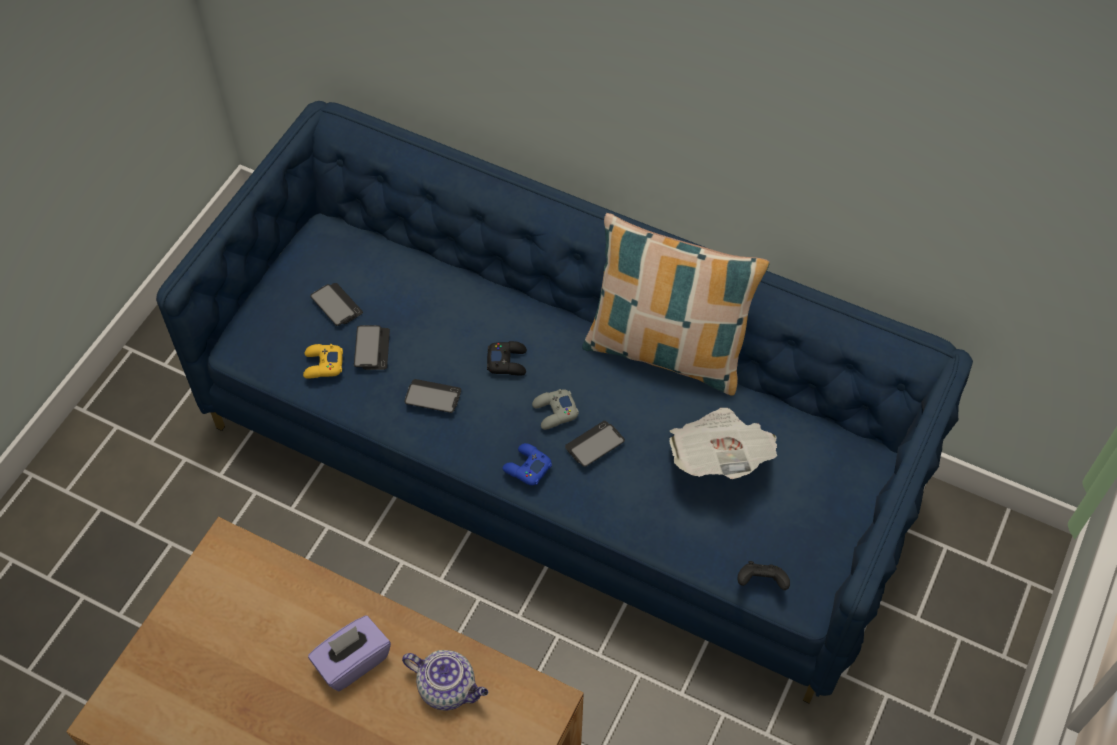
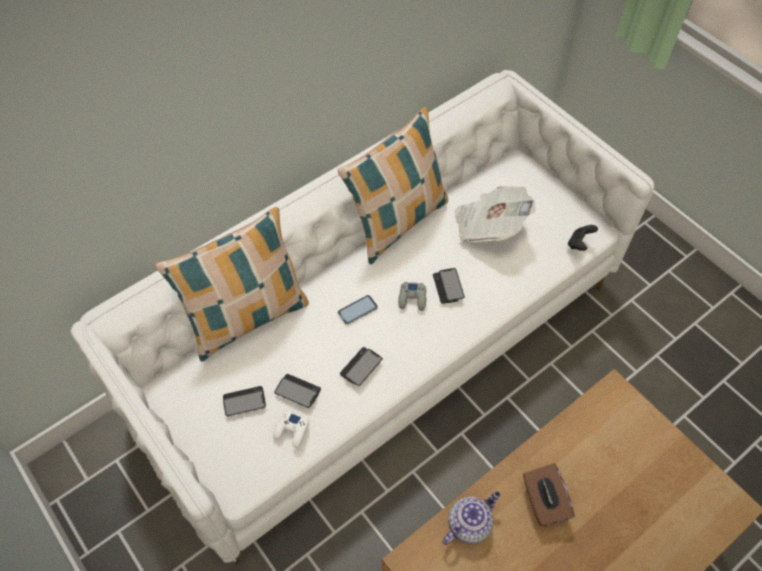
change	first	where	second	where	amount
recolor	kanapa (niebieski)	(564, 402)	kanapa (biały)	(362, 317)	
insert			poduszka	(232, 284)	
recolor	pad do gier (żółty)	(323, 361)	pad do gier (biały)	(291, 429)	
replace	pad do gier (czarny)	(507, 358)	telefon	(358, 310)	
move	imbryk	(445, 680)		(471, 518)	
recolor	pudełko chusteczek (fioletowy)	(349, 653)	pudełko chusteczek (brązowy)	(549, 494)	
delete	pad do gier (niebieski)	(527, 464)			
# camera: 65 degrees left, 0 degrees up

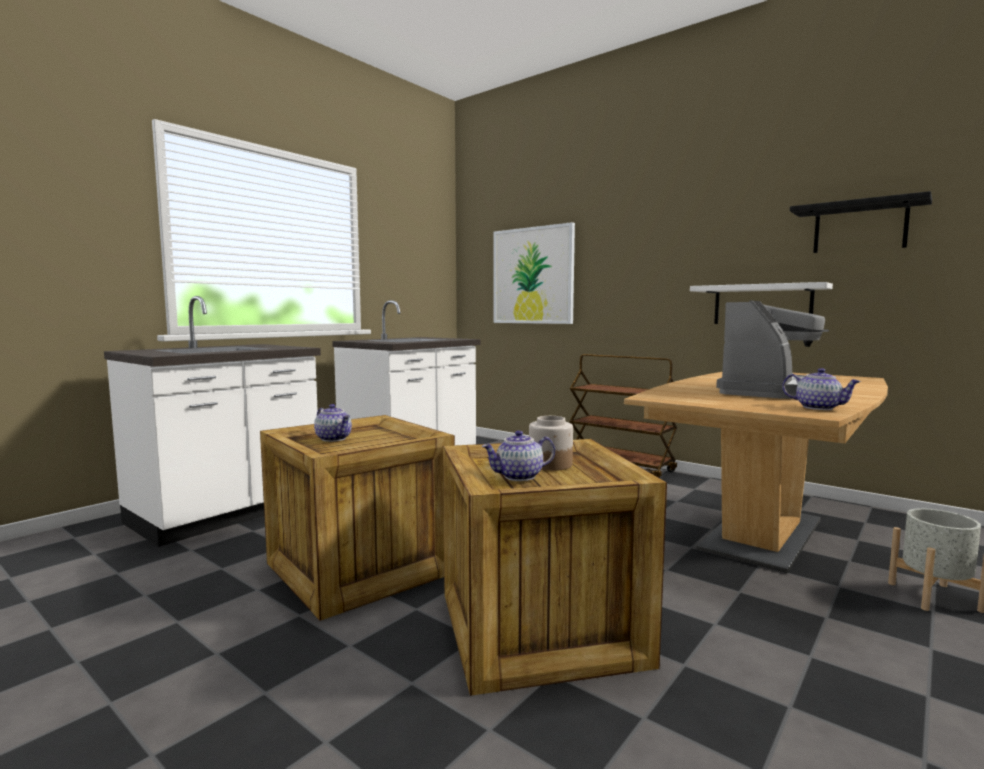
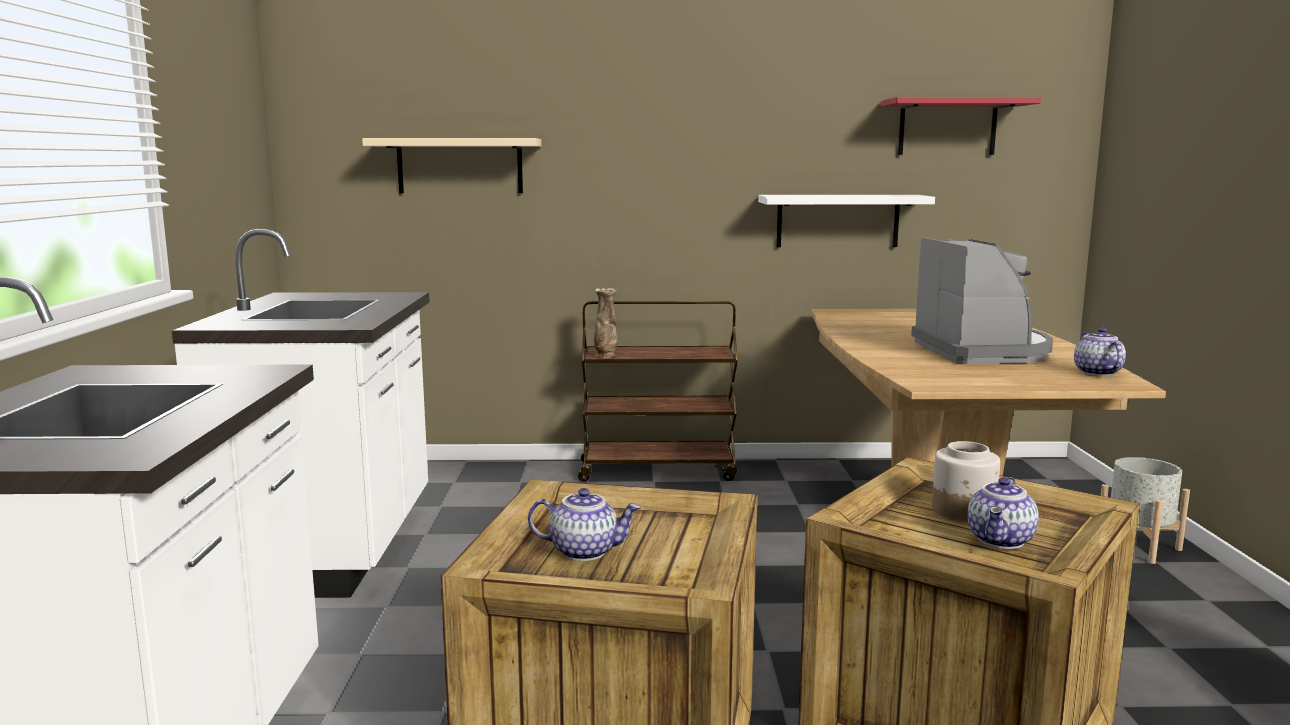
change	first	where	second	where	amount
replace	obraz	(534, 273)	półka (beżowy)	(451, 165)	
insert			wazon	(605, 323)	
recolor	półka (czarny)	(861, 222)	półka (czerwony)	(961, 126)	
rotate	imbryk	(821, 389)		(1100, 352)	90 degrees counterclockwise
# camera: 40 degrees left, 5 degrees up

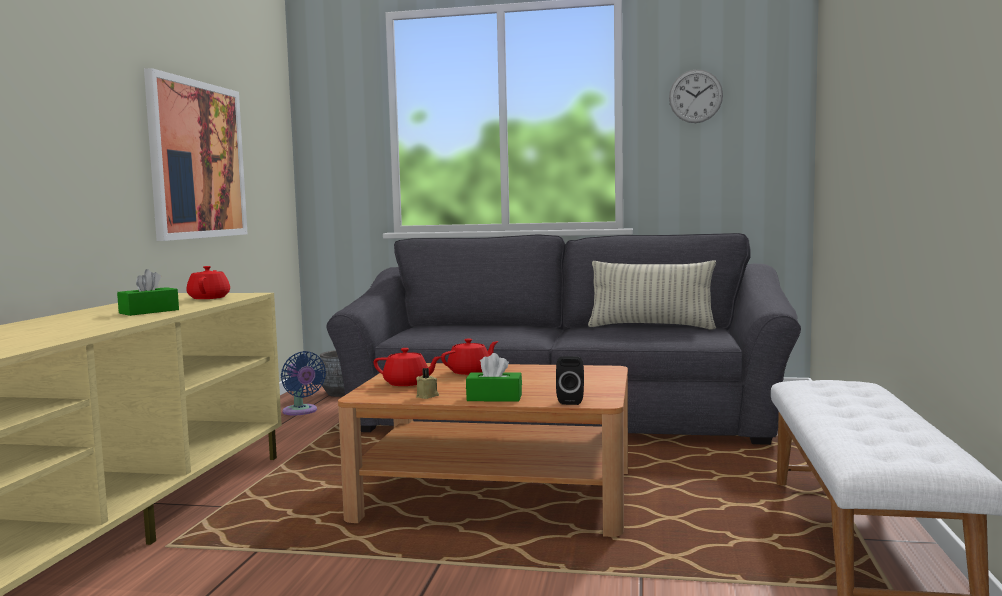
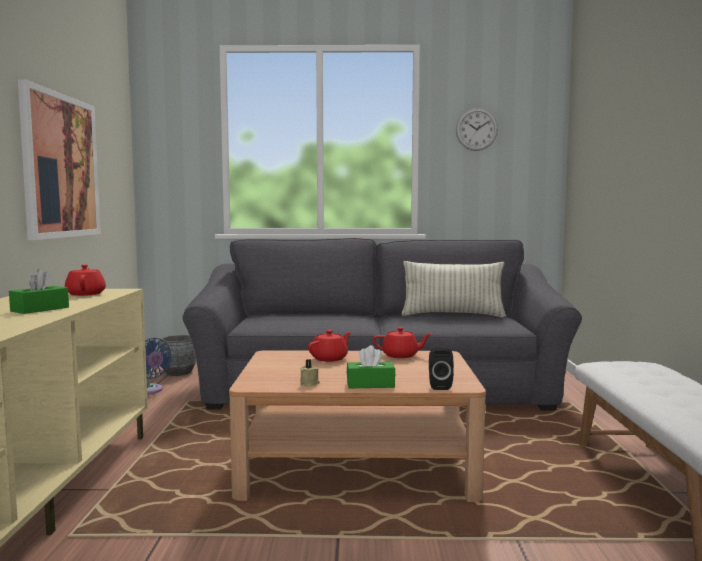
change	first	where	second	where	amount
move	imbryk (czerwony)	(407, 367)		(402, 342)	
# camera: 10 degrees left, 0 degrees up

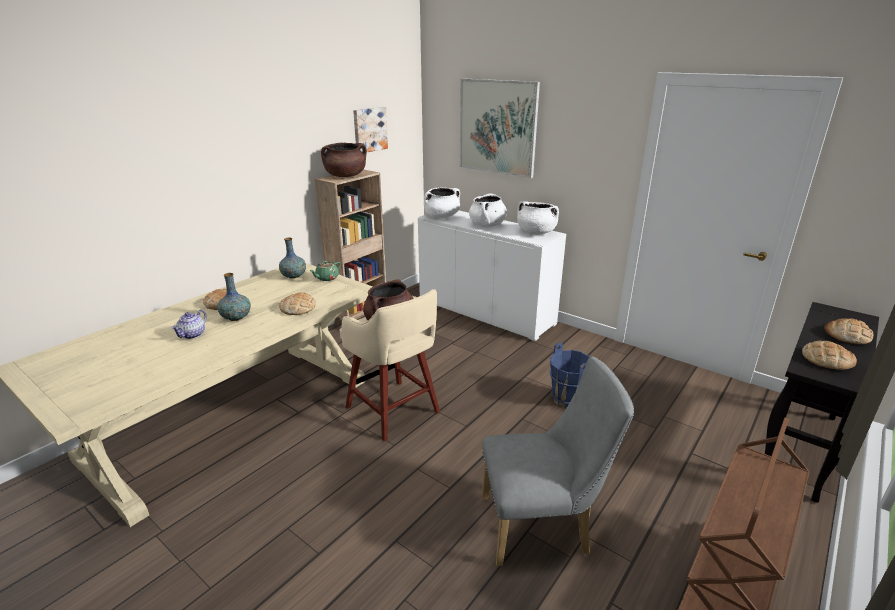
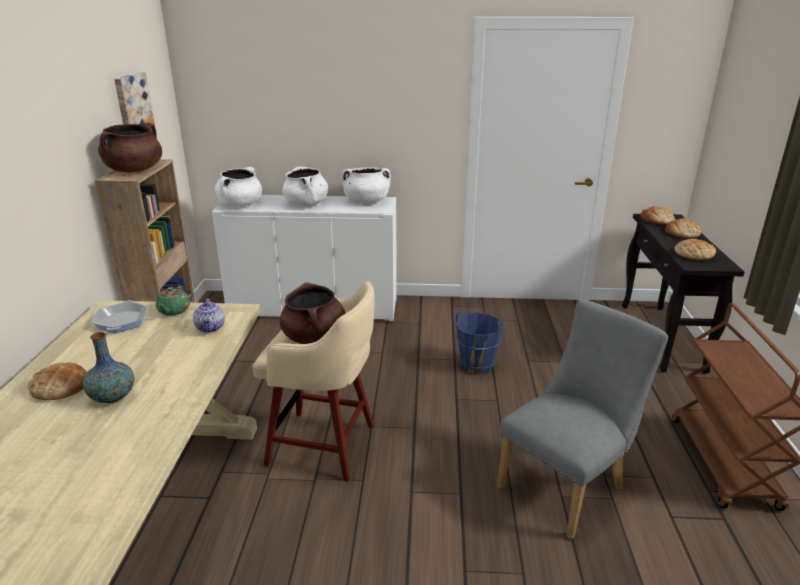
change	first	where	second	where	amount
replace	wazon	(292, 258)	patelnia	(120, 317)	
move	imbryk	(189, 324)		(209, 315)	
move	chleb	(297, 304)		(658, 215)	
delete	obraz	(500, 128)			
# camera: 35 degrees left, 0 degrees up

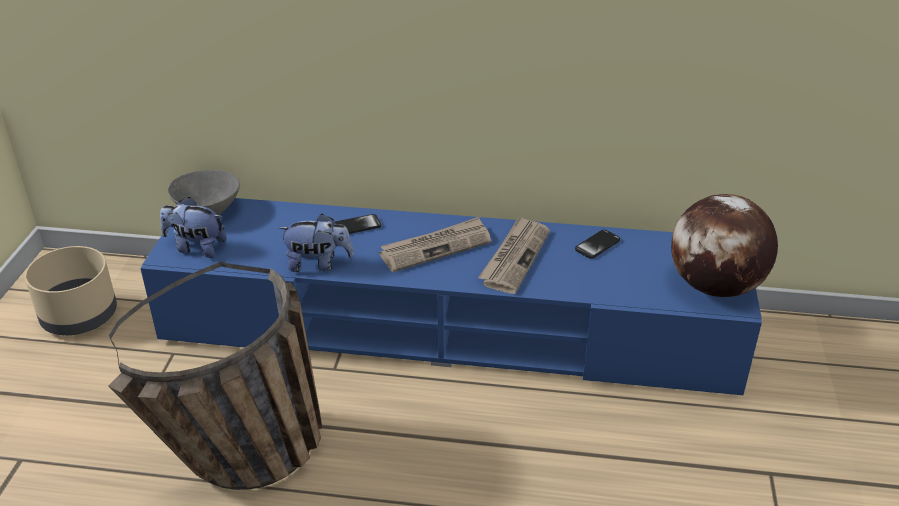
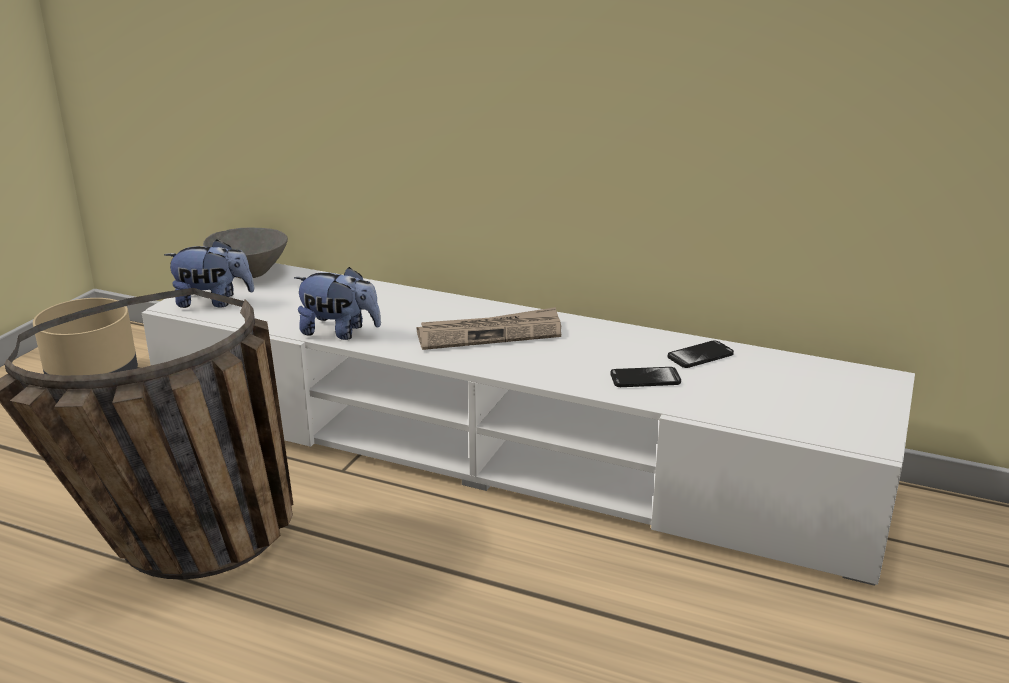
change	first	where	second	where	amount
recolor	szafka pod telewizor (niebieski)	(451, 296)	szafka pod telewizor (biały)	(528, 424)	
rotate	pluszak	(193, 227)		(209, 274)	150 degrees clockwise
move	telefon	(358, 224)		(645, 377)	
delete	gazeta	(514, 255)			
delete	globus	(724, 245)			
# camera: 15 degrees right, 10 degrees down

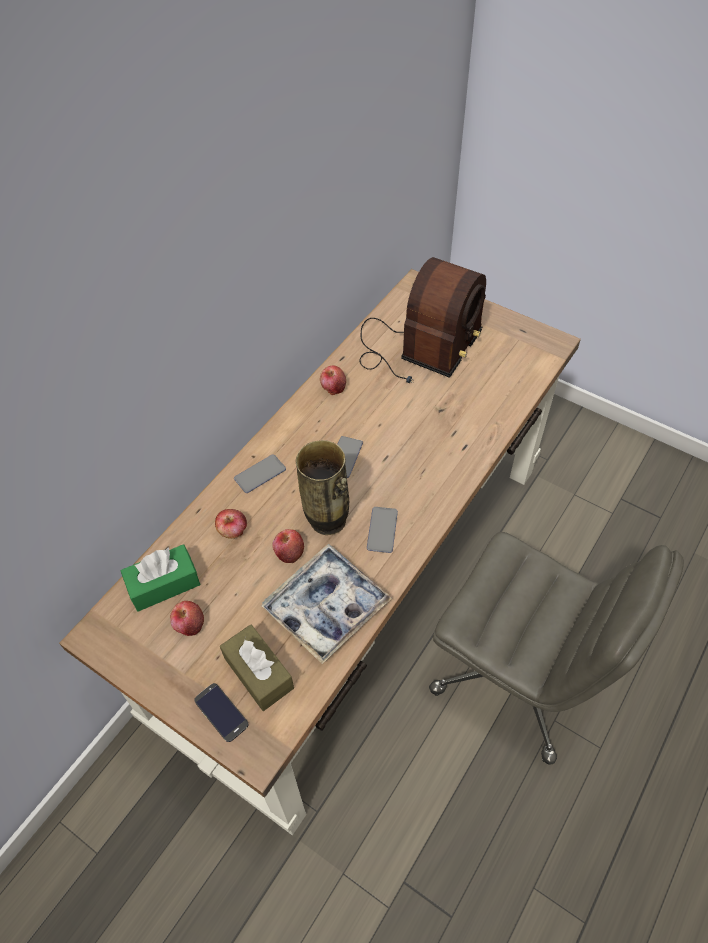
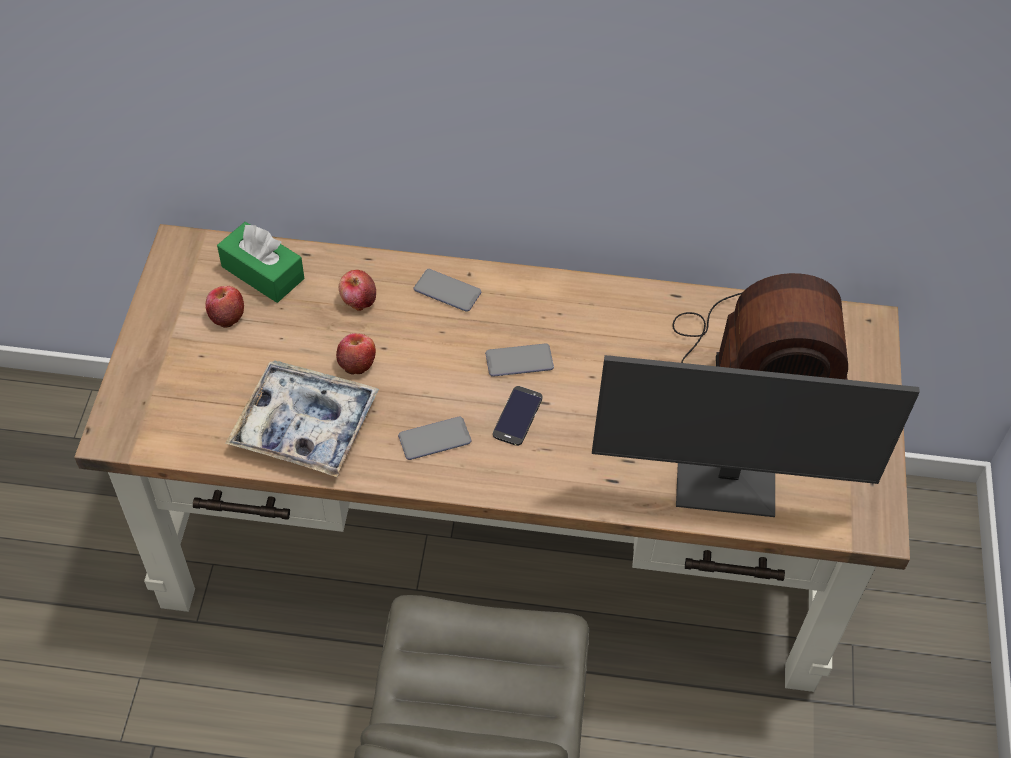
change	first	where	second	where	amount
move	telefon	(221, 712)		(518, 416)	
insert			monitor	(756, 436)	
delete	pudełko chusteczek (brązowy)	(257, 667)			
delete	wazon	(322, 487)			
delete	jabłko	(333, 380)			
# camera: 60 degrees right, 0 degrees up

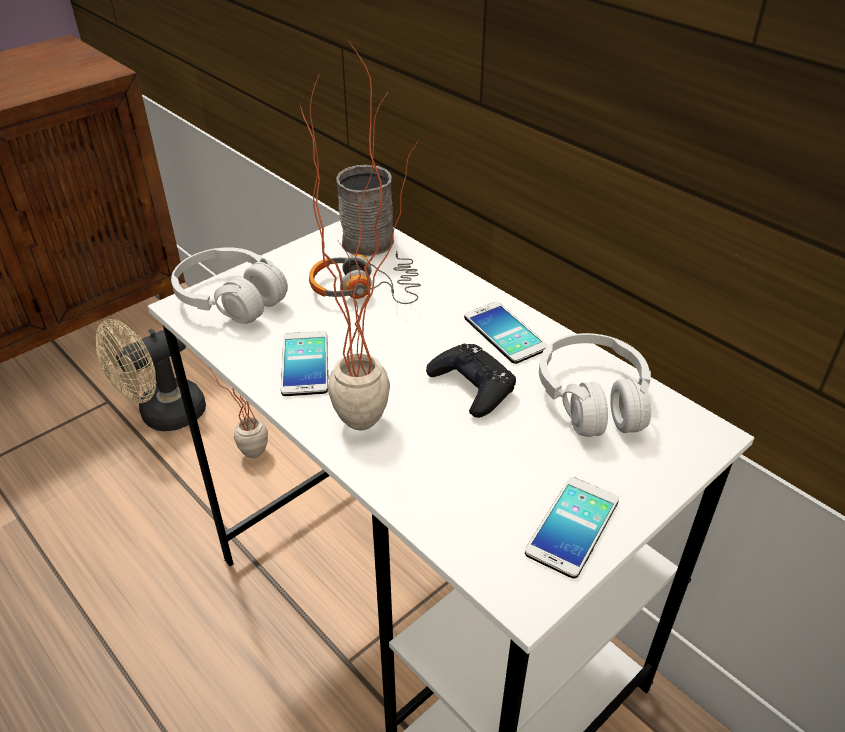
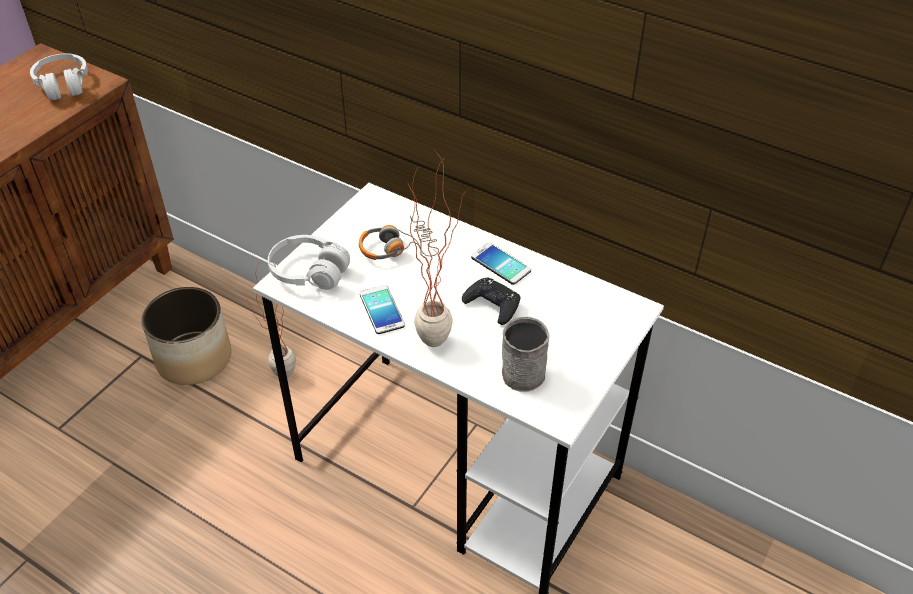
change	first	where	second	where	amount
move	słuchawki (biały)	(595, 385)		(59, 77)	
replace	wentylator (beżowy)	(151, 375)	donica	(186, 336)	
move	kubek (szary)	(365, 211)		(525, 354)	
delete	telefon	(572, 528)			
# camera: 15 degrees left, 5 degrees up

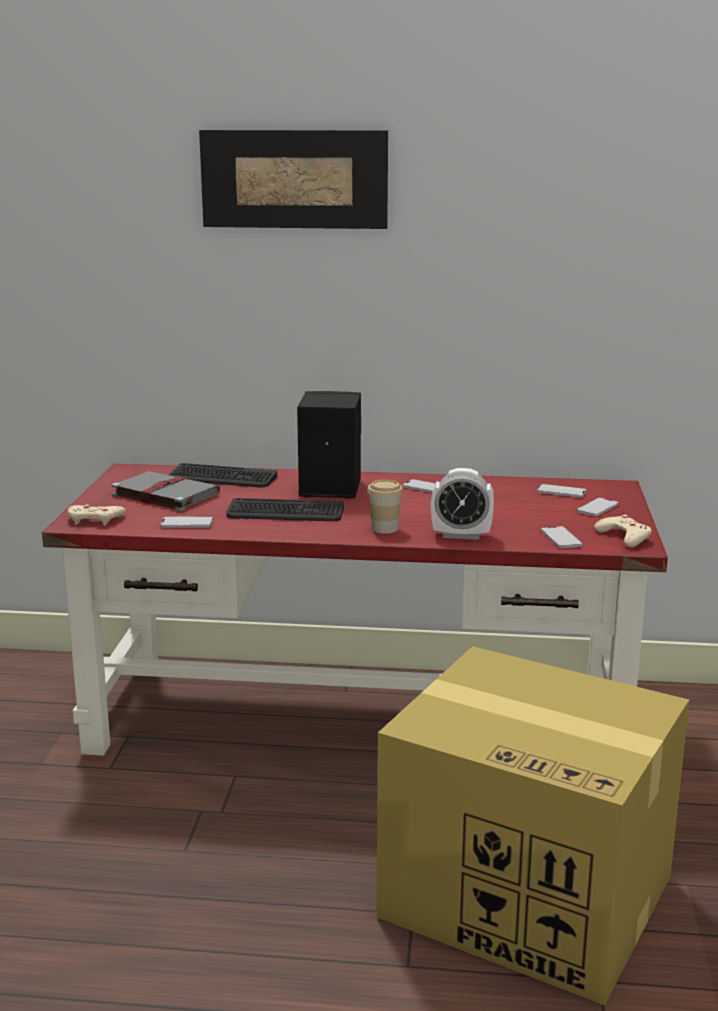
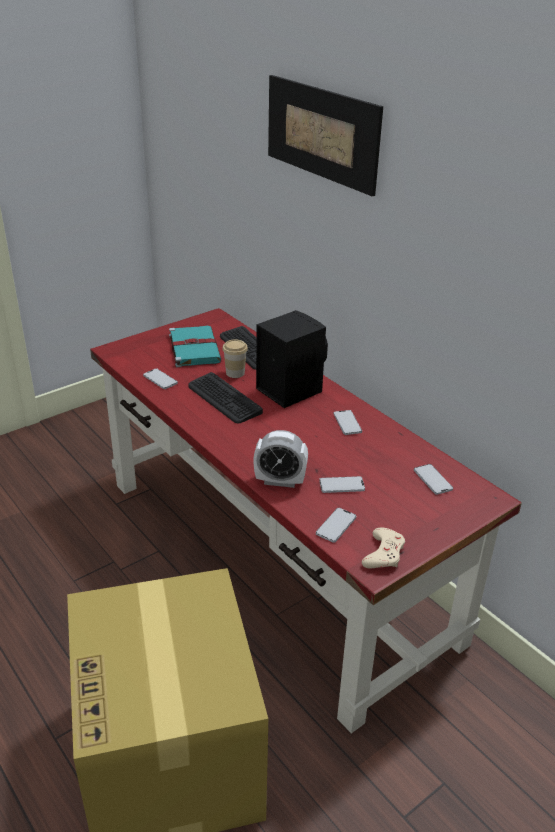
change	first	where	second	where	amount
recolor	książka (szary)	(166, 491)	książka (turkusowy)	(195, 346)	
move	filiżanka	(385, 506)		(235, 358)	
rotate	budzik	(462, 504)		(280, 459)	45 degrees counterclockwise
move	telefon	(597, 507)		(342, 484)	
delete	pad do gier (beżowy)	(97, 515)			
# camera: 45 degrees right, 15 degrees up

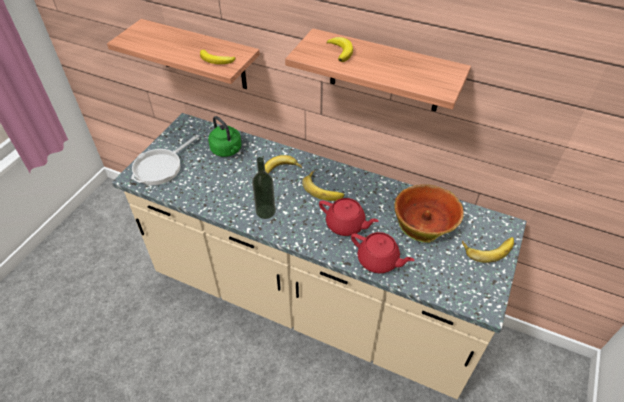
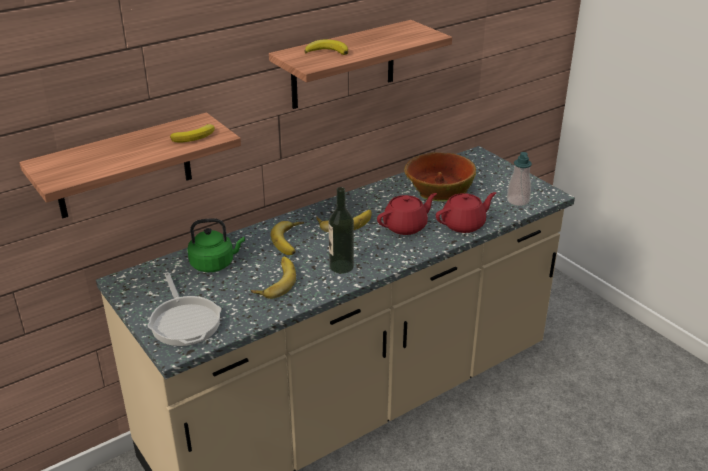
change	first	where	second	where	amount
move	banan	(488, 250)		(273, 278)	
insert			dozownik mydła	(519, 179)	
# camera: 60 degrees left, 15 degrees down

